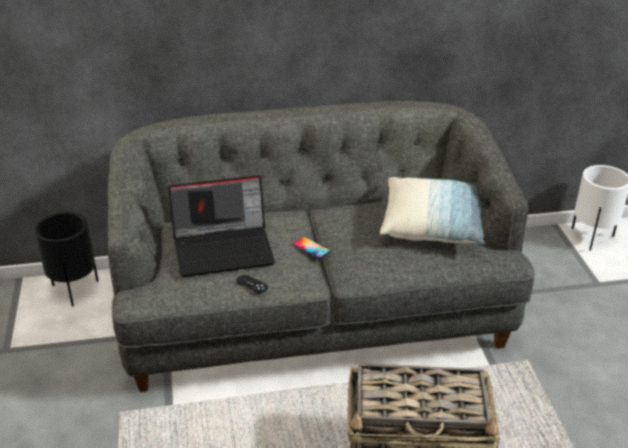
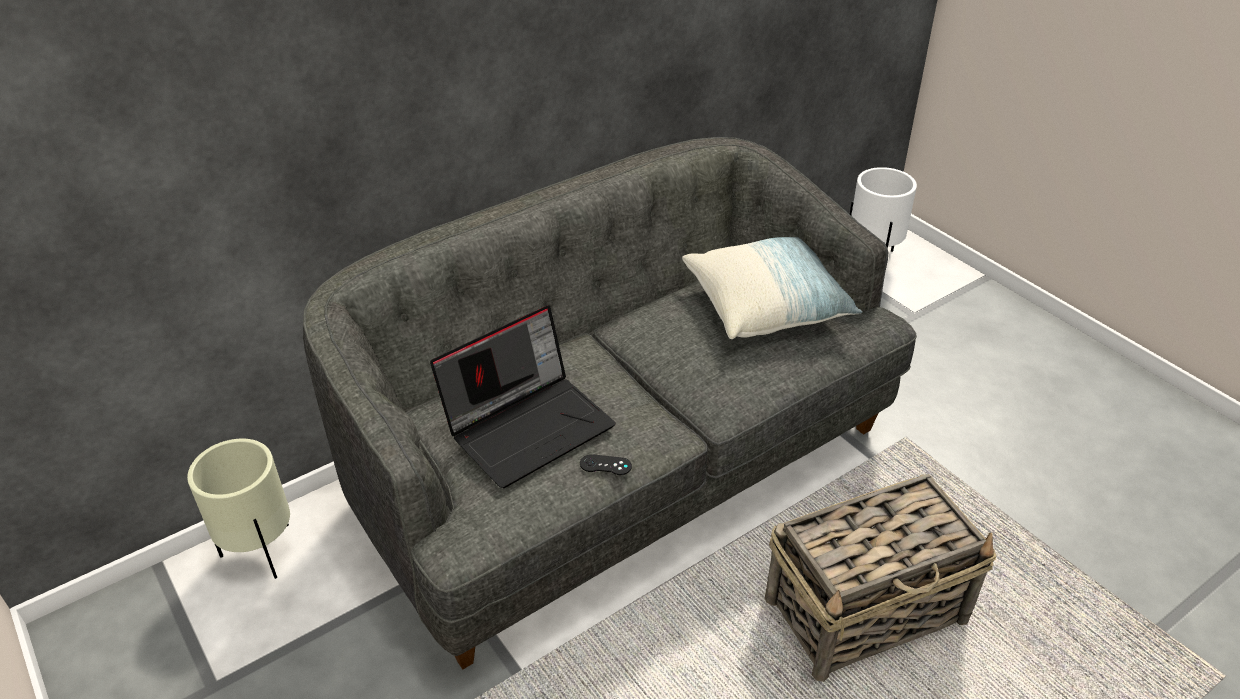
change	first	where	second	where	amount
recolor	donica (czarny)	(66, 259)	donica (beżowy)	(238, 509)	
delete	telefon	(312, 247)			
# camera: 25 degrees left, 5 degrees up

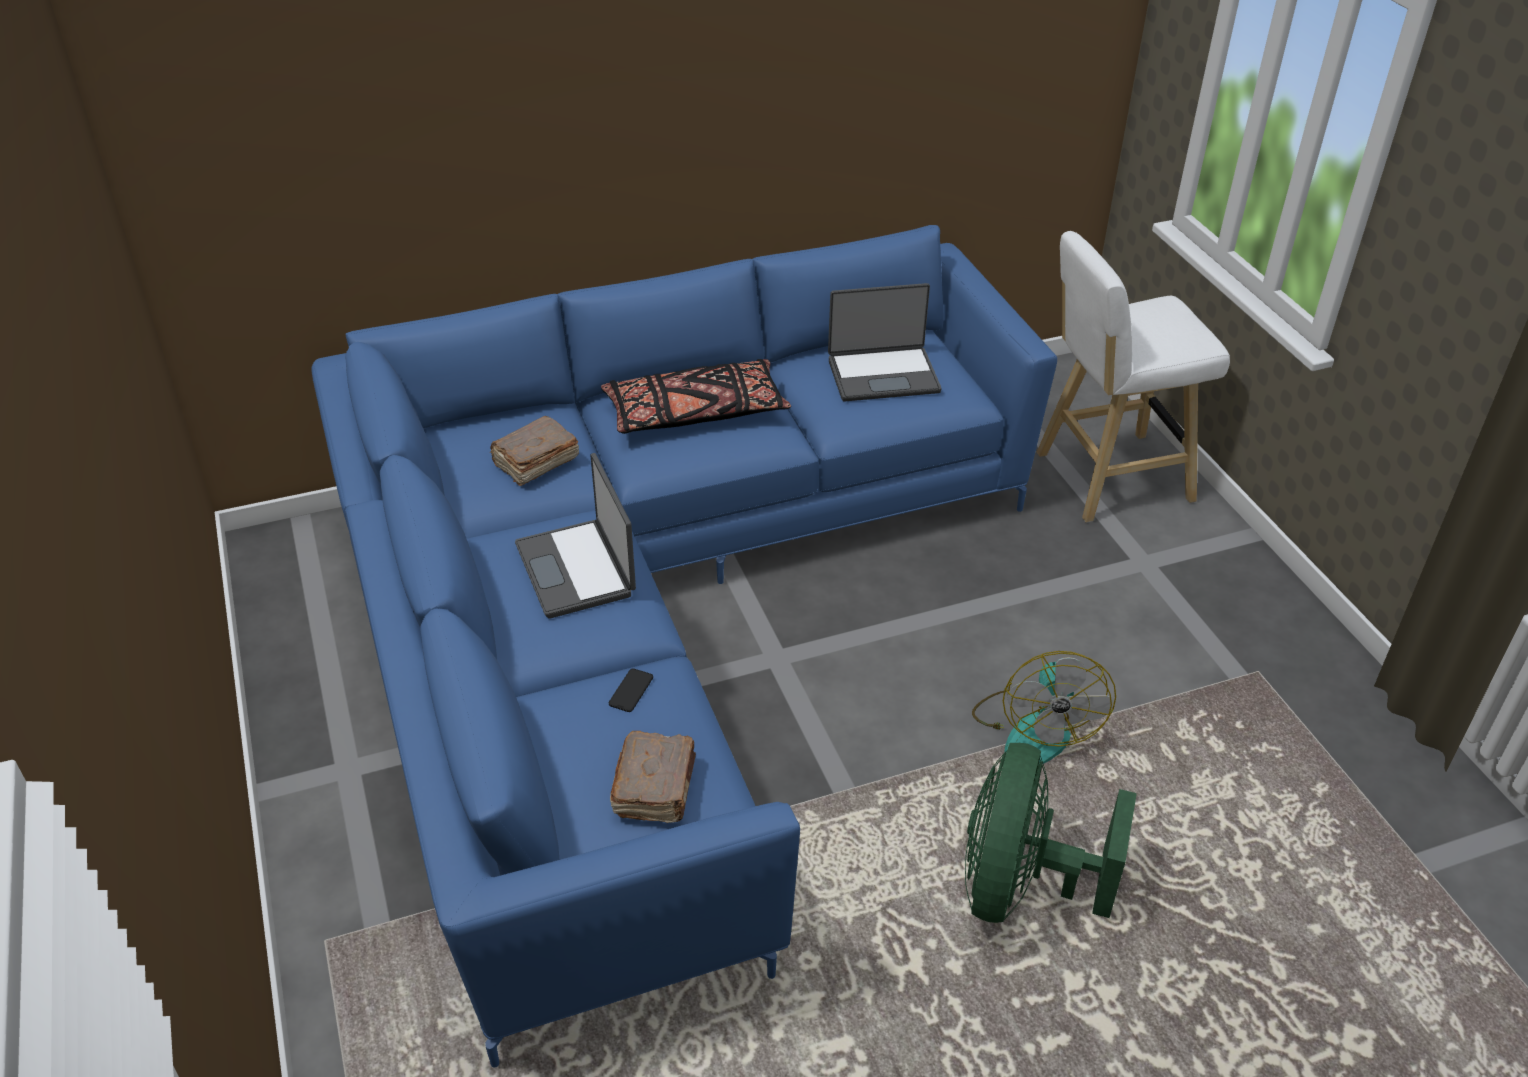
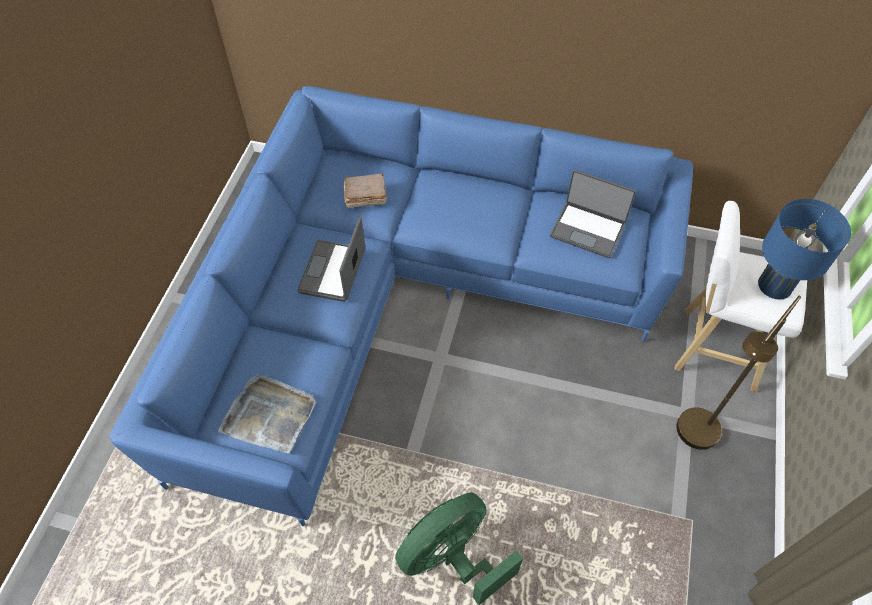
change	first	where	second	where	amount
replace	książka (brązowy)	(653, 777)	taca (szary)	(267, 414)	
insert			lampa stojąca (brązowy)	(739, 373)	
insert			lampa stołowa (niebieski)	(804, 249)	
delete	poduszka (czarny)	(696, 396)			
delete	telefon	(631, 690)			
delete	wentylator	(1044, 707)			
# camera: 35 degrees right, 15 degrees up

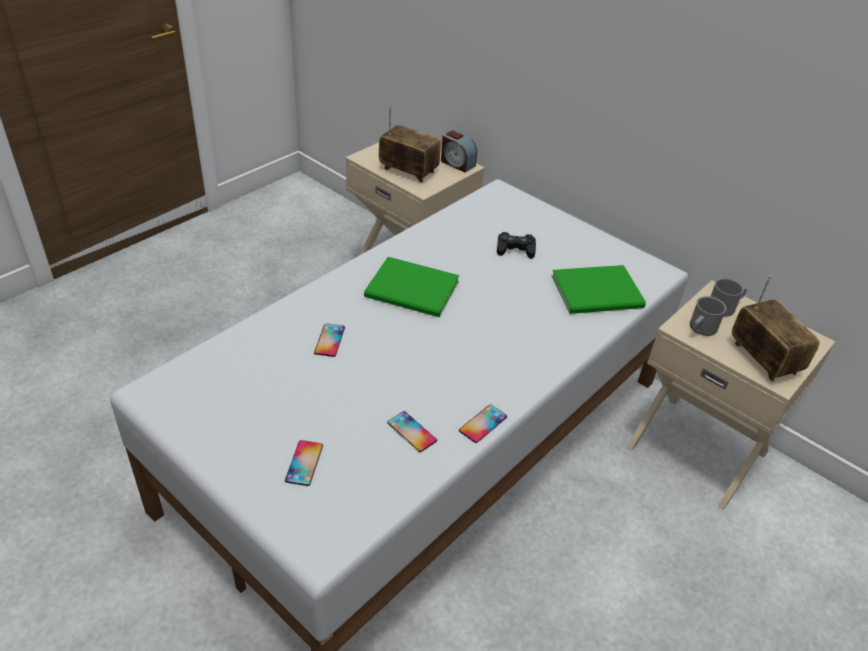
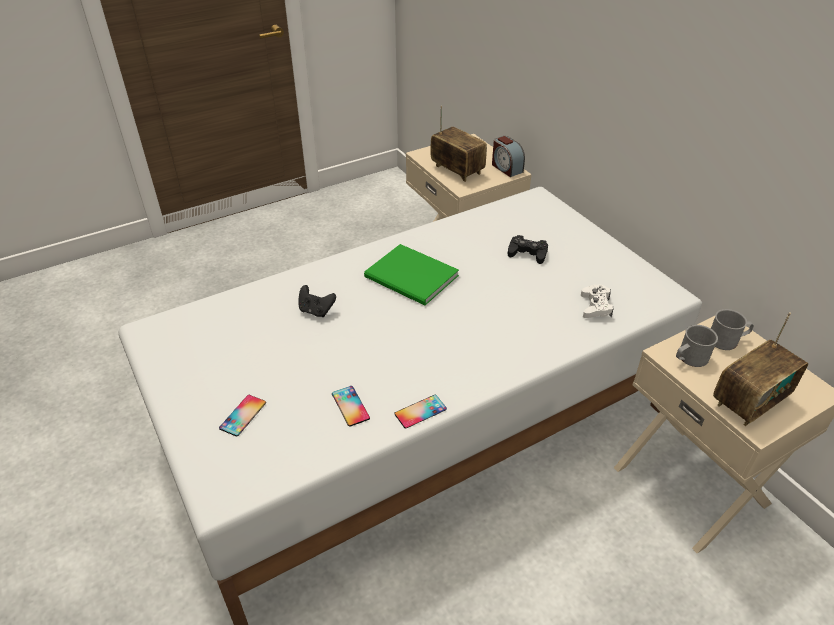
change	first	where	second	where	amount
replace	telefon	(329, 340)	pad do gier (czarny)	(317, 301)	
replace	książka (zielony)	(599, 289)	pad do gier (biały)	(597, 301)	
rotate	radio	(776, 329)		(760, 369)	60 degrees clockwise
# camera: 20 degrees right, 0 degrees up

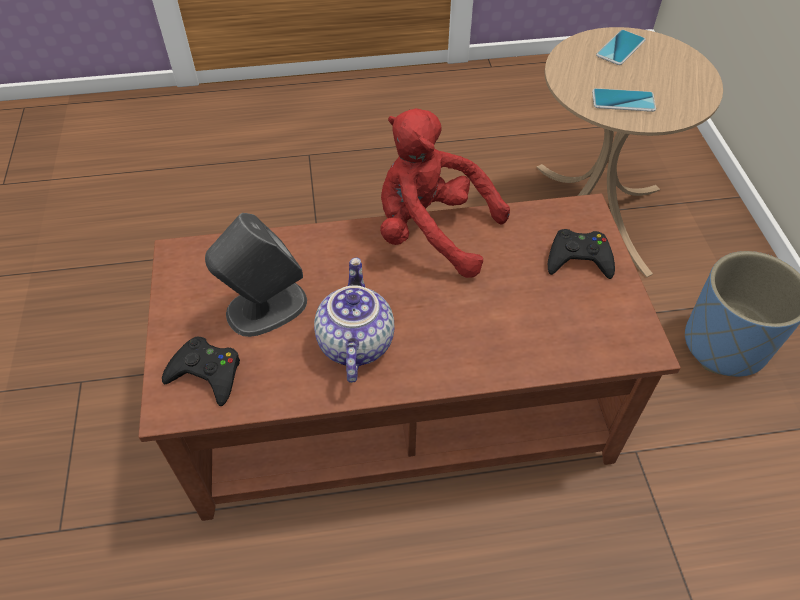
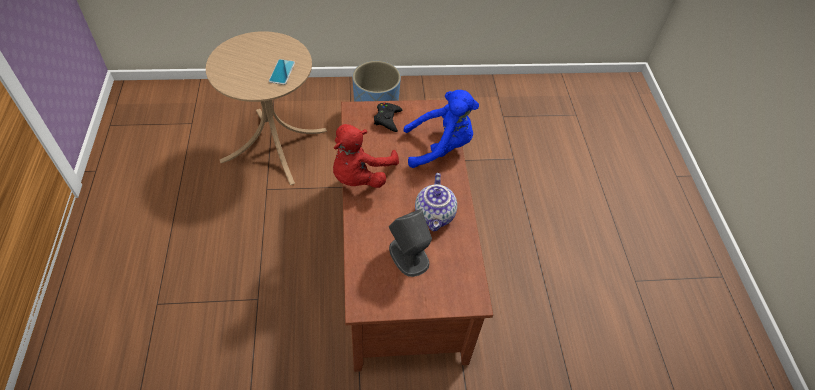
change	first	where	second	where	amount
insert			pluszak (niebieski)	(441, 129)	
rotate	imbryk	(354, 320)		(436, 202)	90 degrees counterclockwise
delete	pad do gier (czarny)	(201, 371)			
delete	telefon	(621, 47)			
# camera: 90 degrees left, 0 degrees up

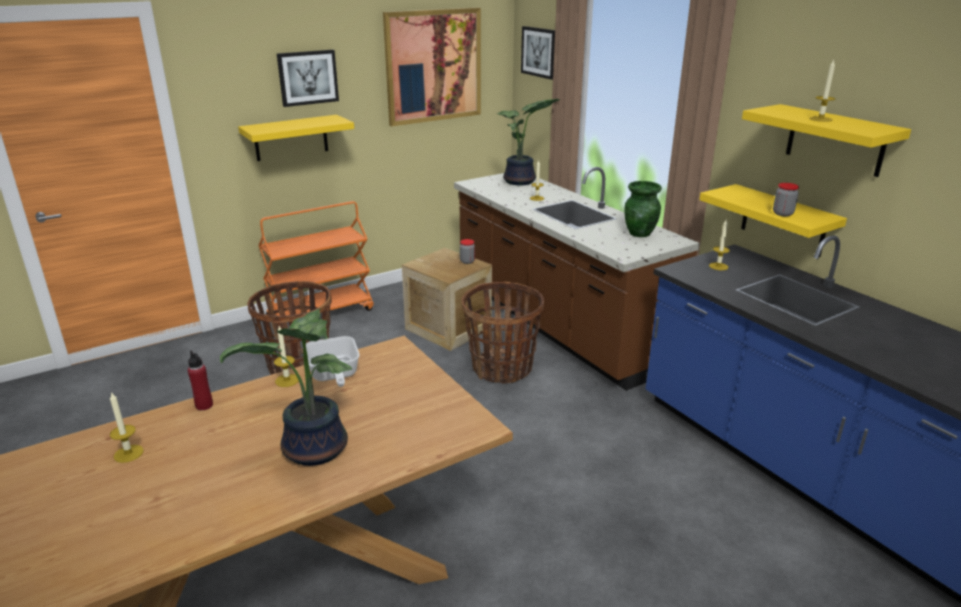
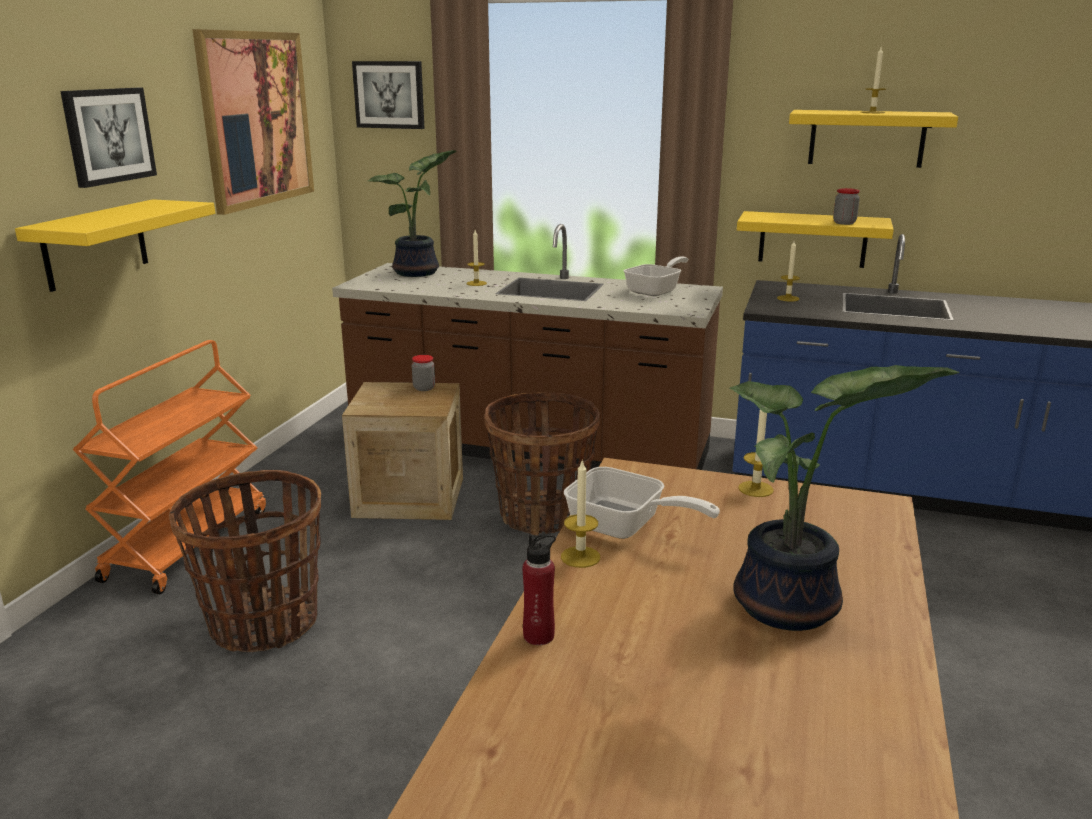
change	first	where	second	where	amount
replace	wazon (zielony)	(643, 209)	patelnia	(656, 276)	
move	świeca	(127, 427)		(756, 453)	
# camera: 40 degrees left, 5 degrees down

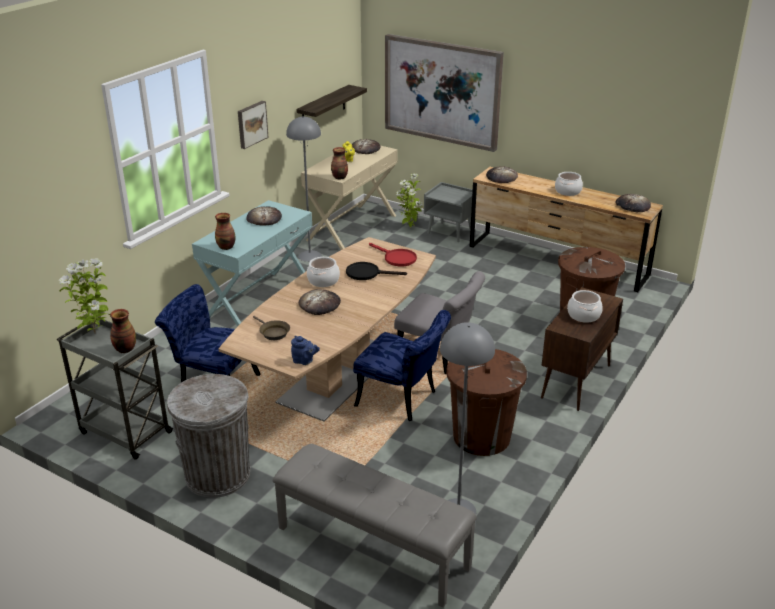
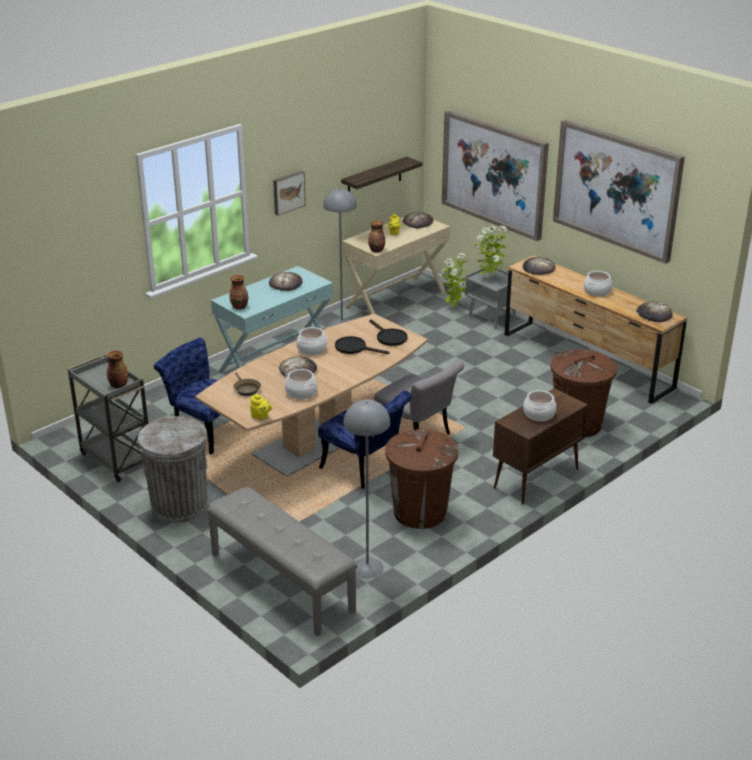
change	first	where	second	where	amount
recolor	imbryk (niebieski)	(305, 350)	imbryk (żółty)	(261, 407)	
insert			garnek	(301, 384)	
recolor	patelnia (czerwony)	(393, 254)	patelnia (czarny)	(388, 332)	
move	roślina doniczkowa	(84, 295)		(491, 252)	
insert			obraz	(619, 192)	
# camera: 15 degrees right, 0 degrees up

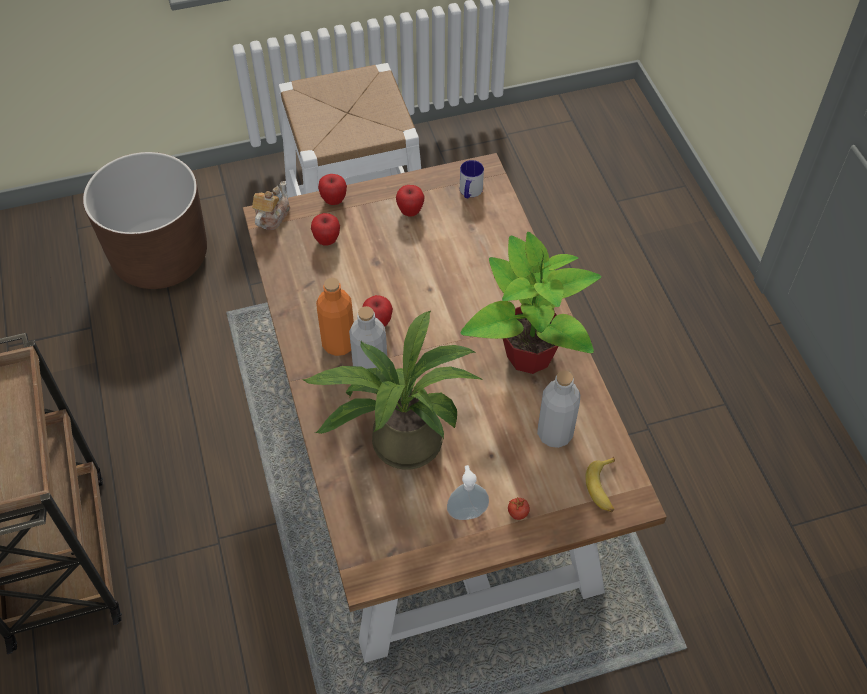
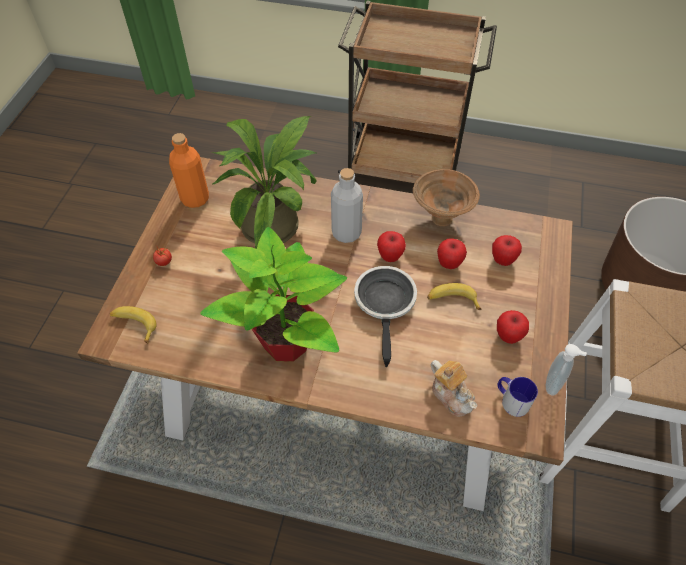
change	first	where	second	where	amount
move	butelka (pomarańczowy)	(335, 317)		(189, 170)	
insert			patelnia	(385, 316)	
insert			miska (brązowy)	(446, 197)	
insert			banan	(454, 296)	
move	imbryk	(271, 205)		(454, 388)	
move	jabłko	(332, 189)		(452, 253)	
move	dozownik mydła	(468, 492)		(566, 370)	
delete	butelka (szary)	(558, 409)			
# camera: 120 degrees right, 0 degrees up

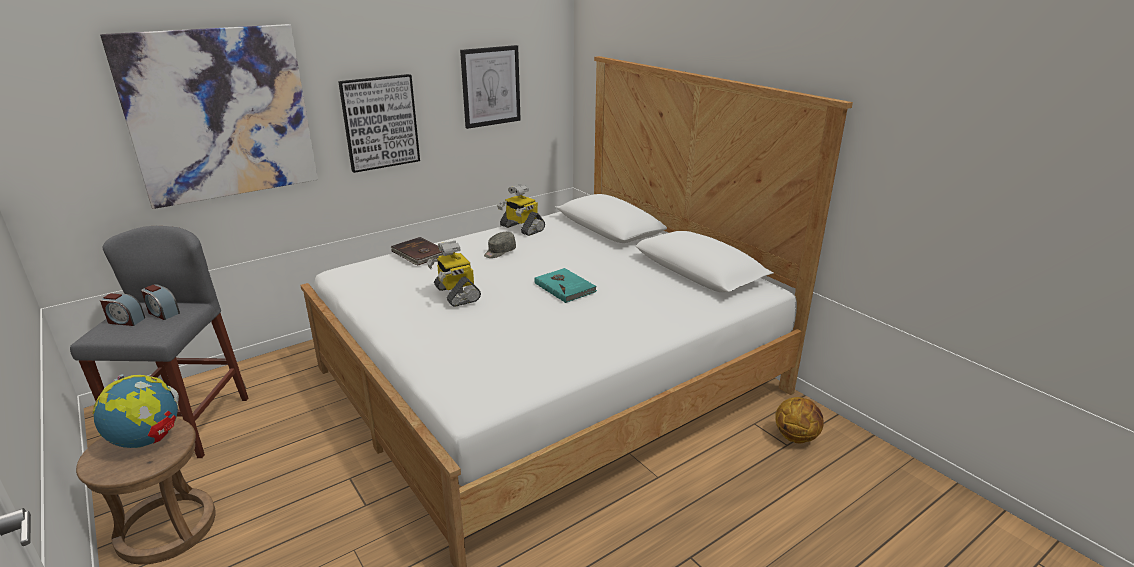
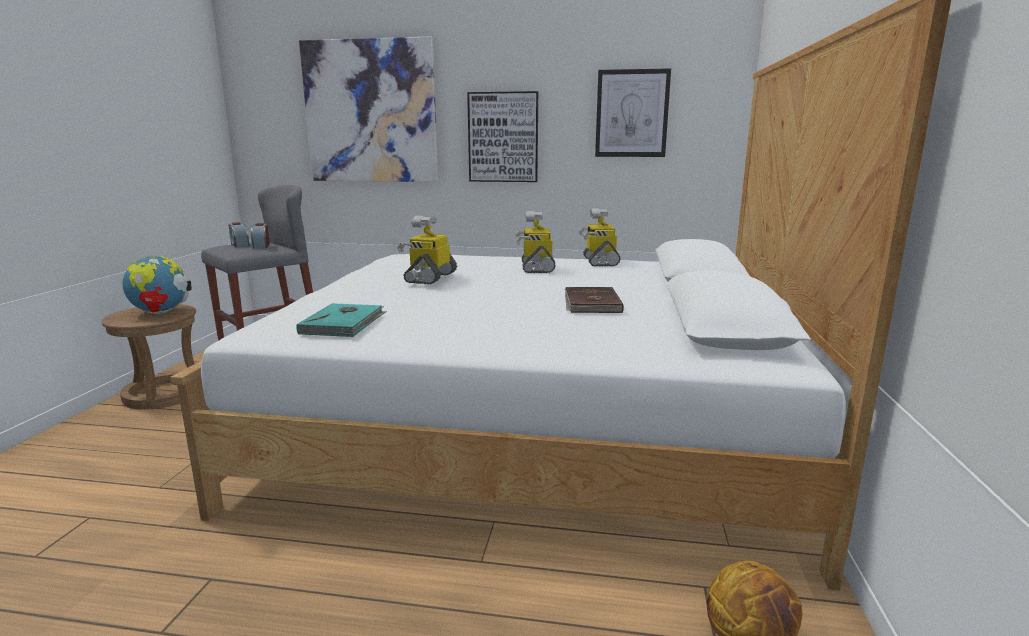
change	first	where	second	where	amount
move	książka (turkusowy)	(565, 285)		(342, 320)	
replace	czapka z daszkiem (szary)	(500, 245)	robot zabawkowy	(536, 242)	
move	książka (brązowy)	(417, 251)		(594, 300)	
# camera: 45 degrees right, 10 degrees down

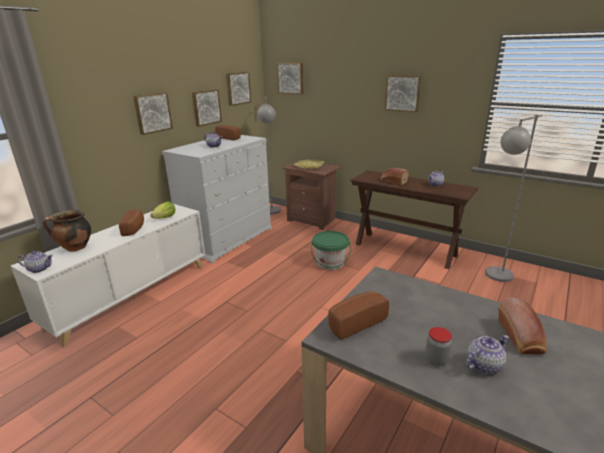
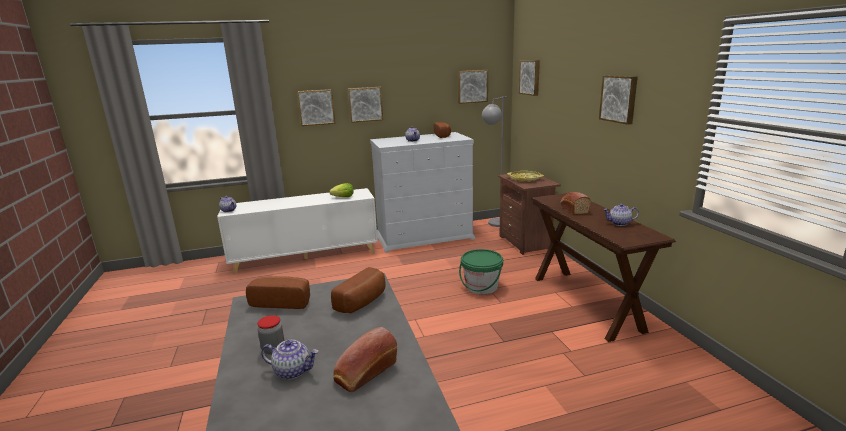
change	first	where	second	where	amount
move	obraz	(207, 108)		(316, 107)	
move	chleb	(131, 223)		(358, 290)	
delete	garnek	(67, 231)			
delete	lampa stojąca (szary)	(513, 198)			
# camera: 40 degrees right, 5 degrees down

